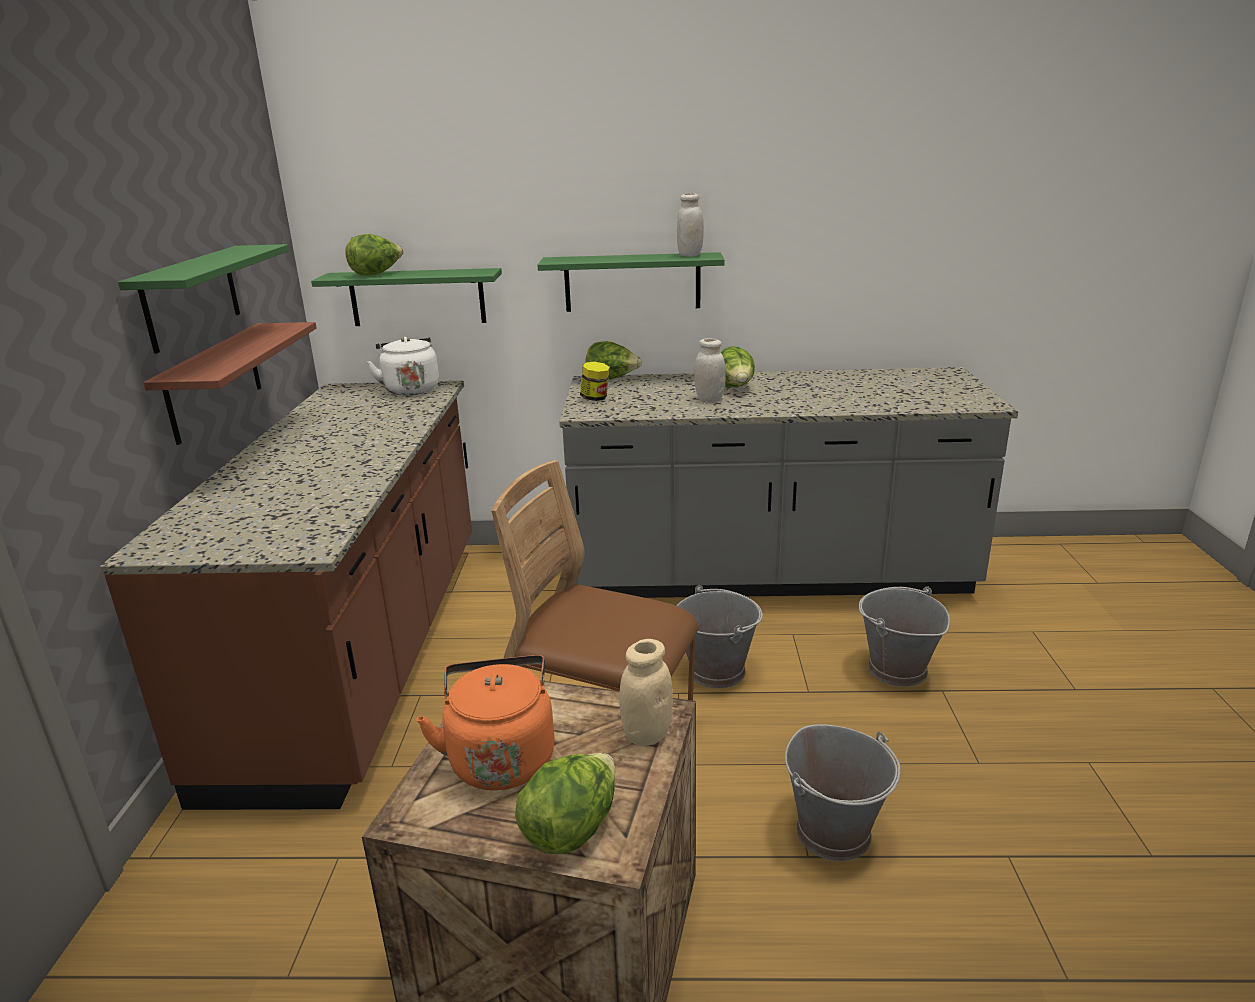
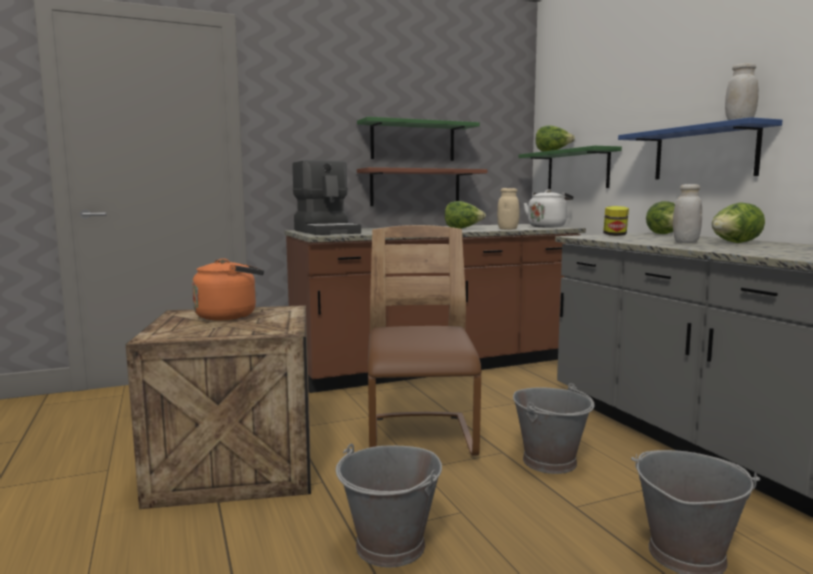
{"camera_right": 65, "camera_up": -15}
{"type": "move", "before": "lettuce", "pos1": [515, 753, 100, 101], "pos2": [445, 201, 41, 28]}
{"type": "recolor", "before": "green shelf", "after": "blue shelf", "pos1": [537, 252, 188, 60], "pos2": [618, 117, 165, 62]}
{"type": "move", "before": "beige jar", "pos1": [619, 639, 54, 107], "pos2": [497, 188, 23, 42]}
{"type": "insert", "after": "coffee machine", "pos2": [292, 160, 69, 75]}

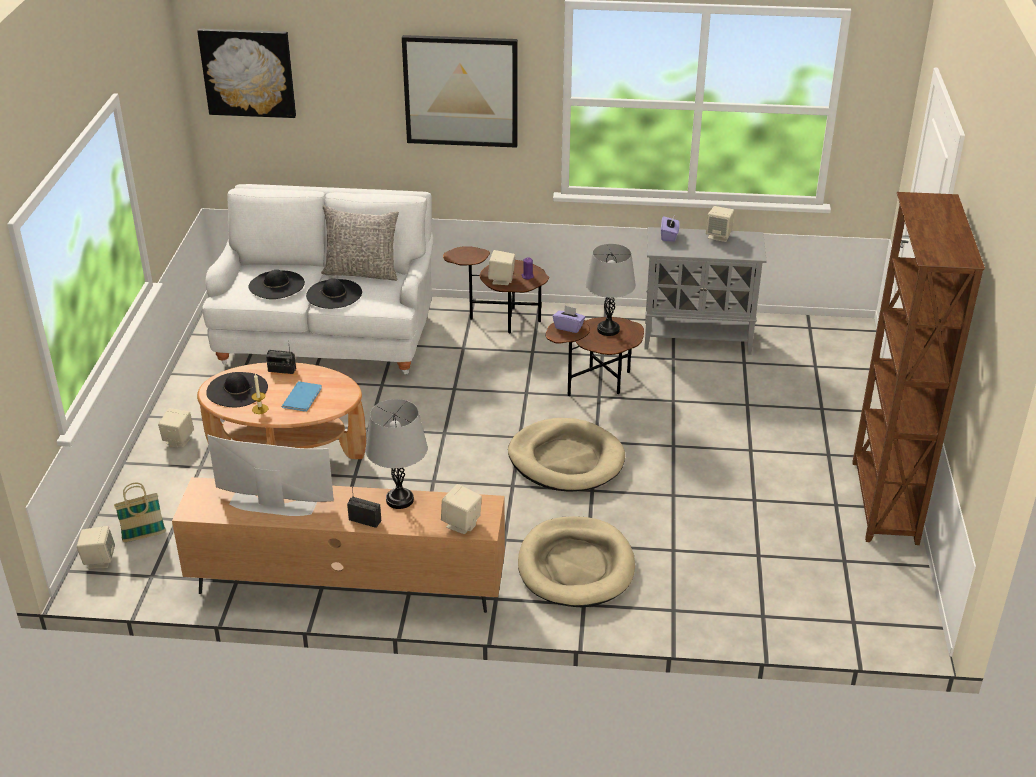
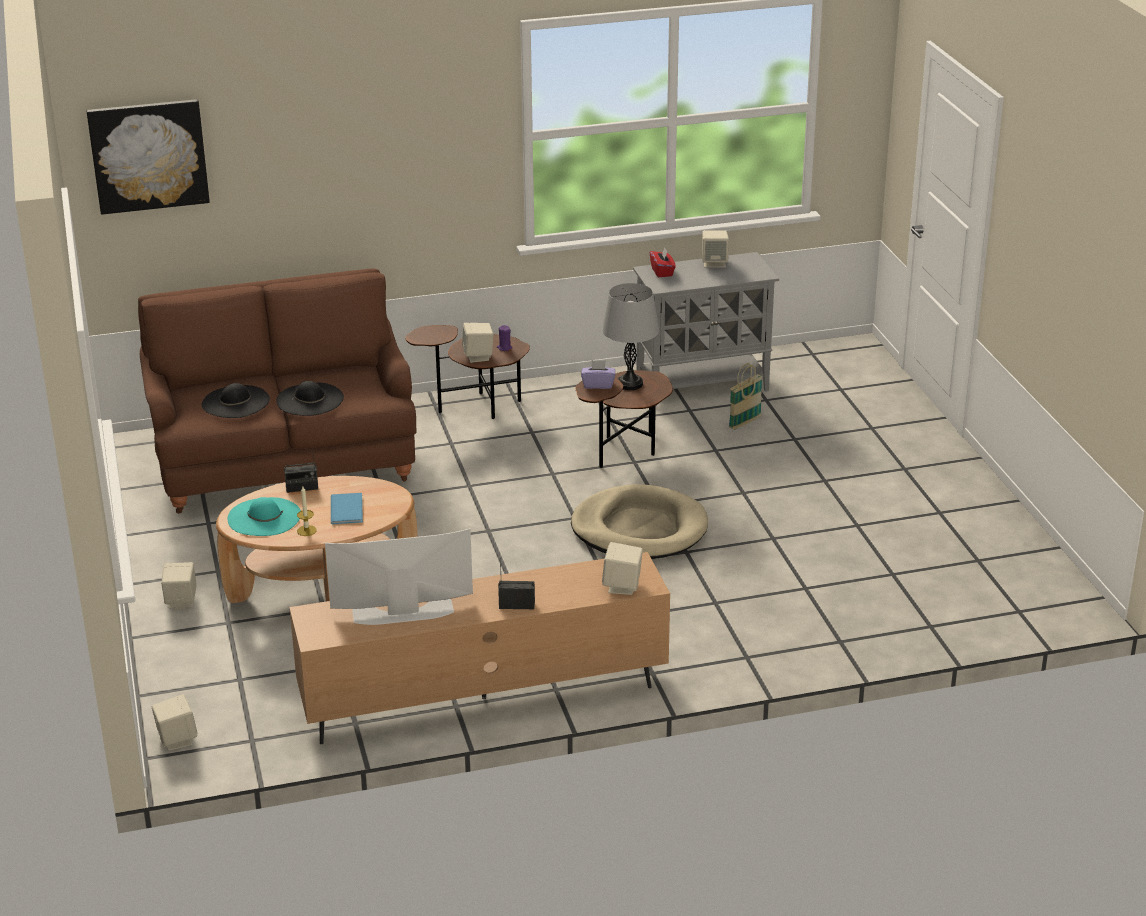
{"camera_right": -20, "camera_up": -5}
{"type": "move", "before": "basket", "pos1": [114, 483, 52, 59], "pos2": [729, 363, 34, 67]}
{"type": "recolor", "before": "white sofa", "after": "brown sofa", "pos1": [202, 184, 232, 190], "pos2": [138, 268, 278, 246]}
{"type": "recolor", "before": "black hat", "after": "turquoise hat", "pos1": [206, 372, 62, 35], "pos2": [228, 497, 73, 39]}
{"type": "delete", "before": "grey pillow", "pos1": [321, 205, 78, 76]}
{"type": "delete", "before": "grey table lamp", "pos1": [365, 399, 63, 110]}
{"type": "delete", "before": "picture", "pos1": [402, 35, 116, 113]}
{"type": "delete", "before": "beige dog bed", "pos1": [518, 516, 117, 91]}
{"type": "recolor", "before": "purple tissue box", "after": "red tissue box", "pos1": [661, 216, 19, 26], "pos2": [650, 248, 26, 30]}
{"type": "delete", "before": "brown bookcase", "pos1": [852, 192, 133, 353]}

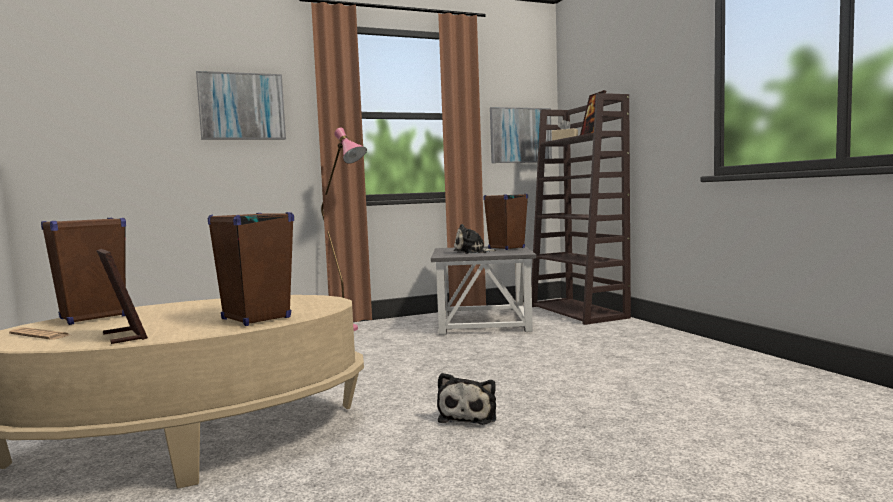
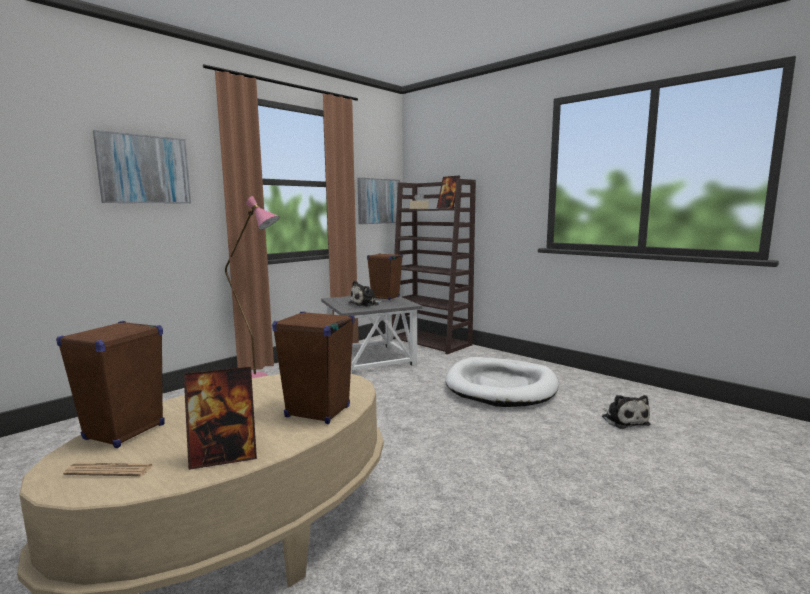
{"camera_right": -25, "camera_up": 5}
{"type": "rotate", "before": "picture frame", "pos1": [96, 249, 52, 95], "pos2": [184, 367, 73, 103], "turn": 135}
{"type": "move", "before": "plush toy", "pos1": [437, 373, 59, 52], "pos2": [602, 395, 49, 34]}
{"type": "insert", "after": "white dog bed", "pos2": [445, 357, 114, 50]}

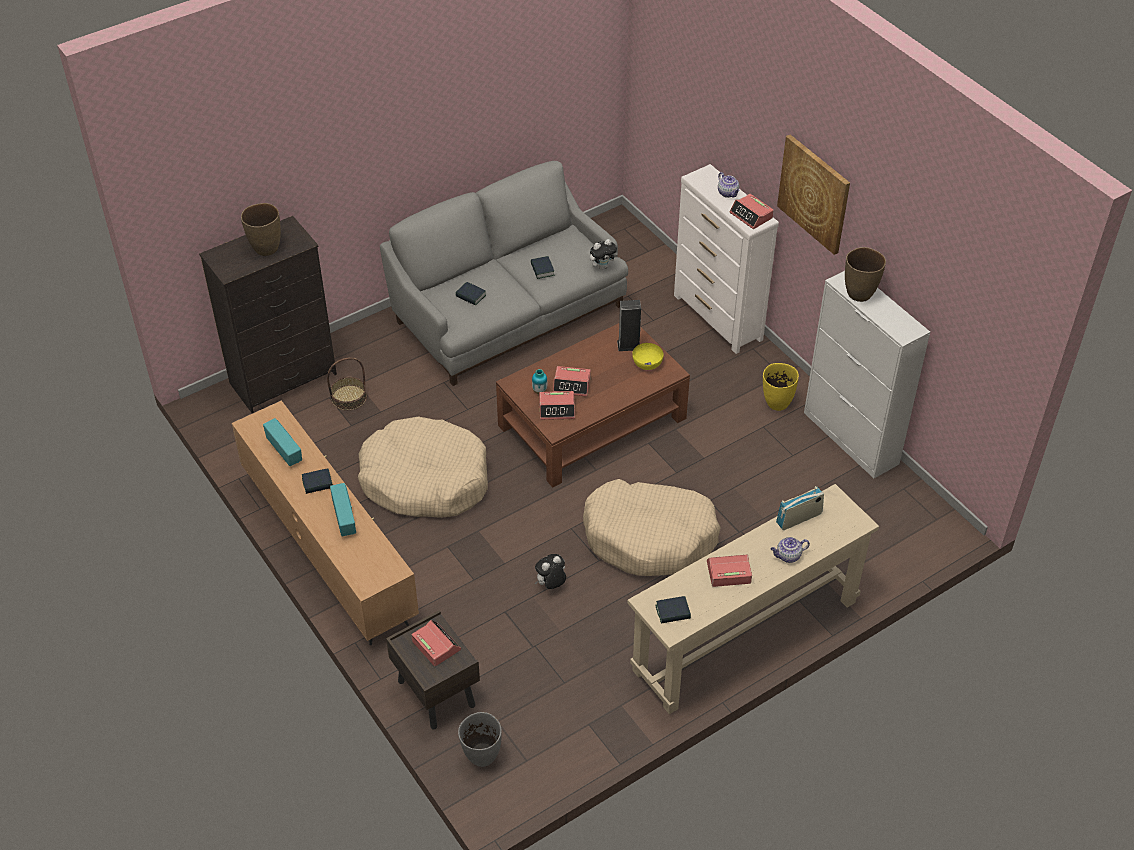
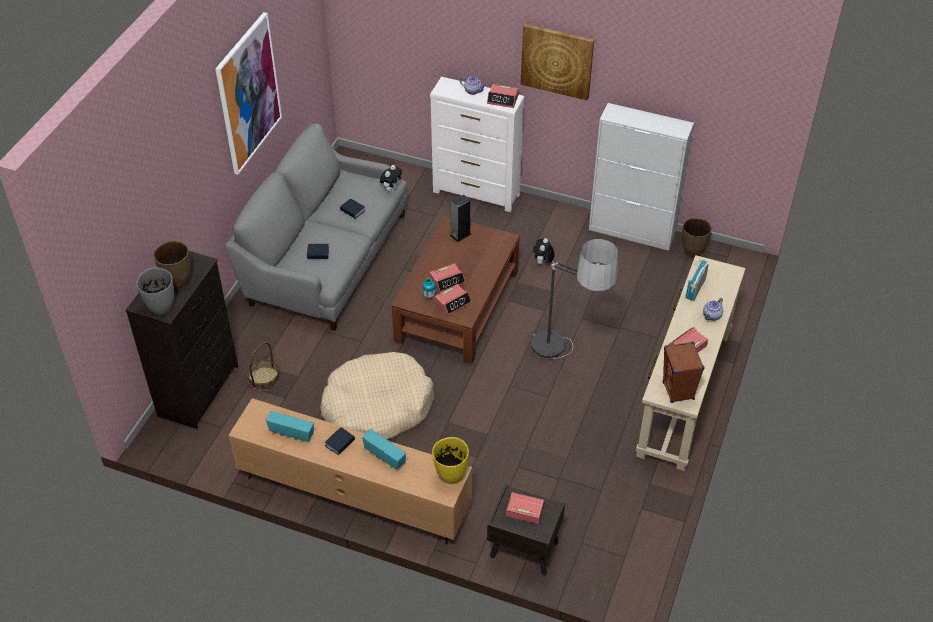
{"camera_right": -35, "camera_up": 0}
{"type": "move", "before": "grey vase", "pos1": [458, 712, 44, 55], "pos2": [136, 267, 38, 48]}
{"type": "move", "before": "plush toy", "pos1": [535, 554, 31, 35], "pos2": [533, 238, 22, 27]}
{"type": "replace", "before": "beige dog bed", "after": "floor lamp", "pos1": [583, 479, 138, 97], "pos2": [531, 239, 87, 120]}
{"type": "delete", "before": "yellow bowl", "pos1": [632, 343, 32, 27]}
{"type": "replace", "before": "book", "after": "brown speaker", "pos1": [655, 596, 36, 27], "pos2": [663, 341, 42, 62]}
{"type": "move", "before": "yellow vase", "pos1": [763, 363, 36, 48], "pos2": [432, 437, 37, 47]}
{"type": "move", "before": "brown vase", "pos1": [845, 247, 41, 55], "pos2": [682, 218, 29, 39]}
{"type": "insert", "after": "picture", "pos2": [215, 12, 67, 163]}

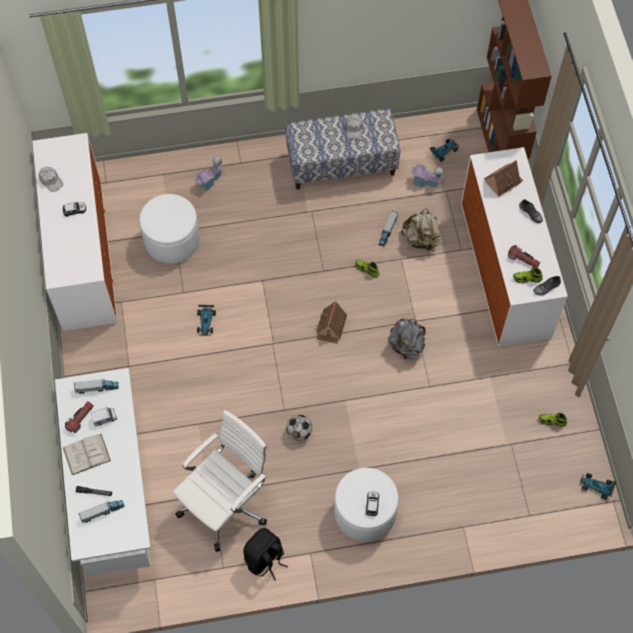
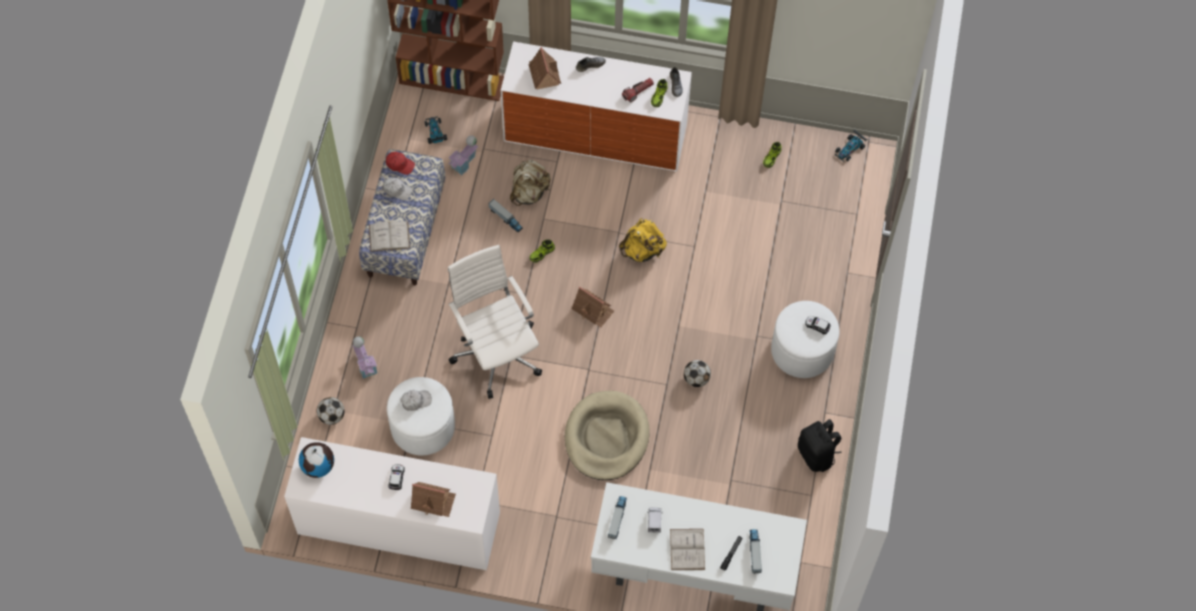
{"camera_right": -70, "camera_up": 0}
{"type": "move", "before": "white cap", "pos1": [39, 167, 24, 25], "pos2": [400, 390, 32, 21]}
{"type": "delete", "before": "flashlight", "pos1": [65, 402, 29, 31]}
{"type": "move", "before": "white office chair", "pos1": [173, 410, 94, 142], "pos2": [448, 245, 94, 154]}
{"type": "delete", "before": "toy car", "pos1": [197, 305, 19, 31]}
{"type": "recolor", "before": "grey backpack", "after": "yellow backpack", "pos1": [388, 319, 38, 40], "pos2": [619, 218, 48, 44]}
{"type": "insert", "after": "globe", "pos2": [299, 442, 35, 36]}
{"type": "insert", "after": "football", "pos2": [317, 397, 28, 28]}
{"type": "insert", "after": "white book", "pos2": [369, 221, 41, 31]}
{"type": "insert", "after": "red cap", "pos2": [386, 152, 29, 23]}
{"type": "insert", "after": "toy house", "pos2": [411, 482, 45, 35]}
{"type": "insert", "after": "beige dog bed", "pos2": [565, 391, 85, 89]}

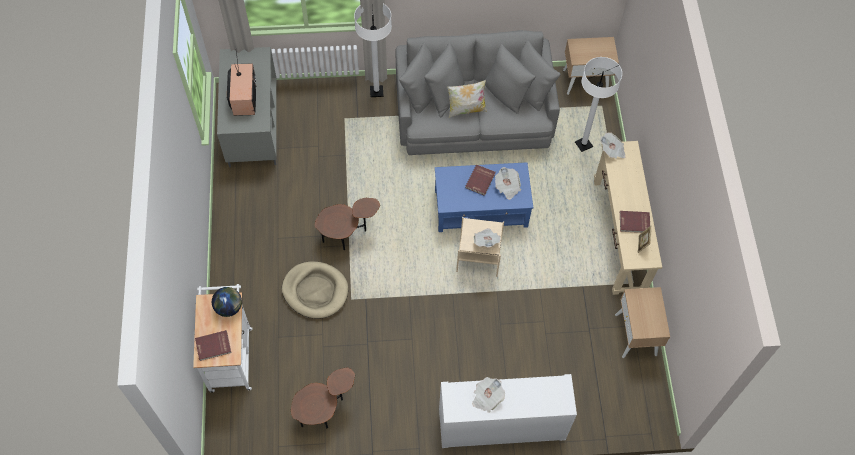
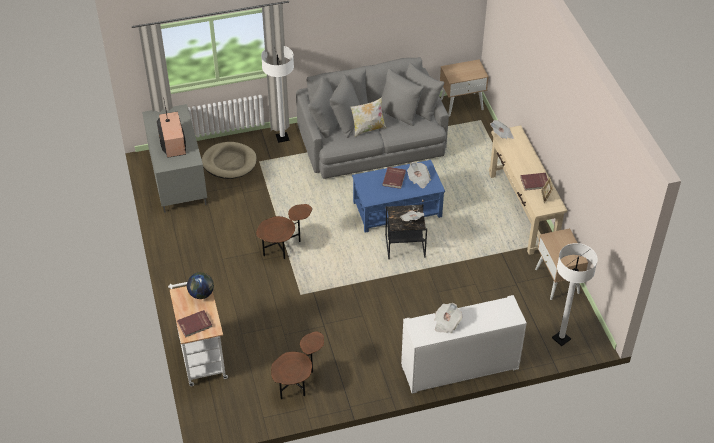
{"camera_right": -10, "camera_up": -15}
{"type": "move", "before": "beige dog bed", "pos1": [282, 261, 66, 58], "pos2": [202, 142, 55, 37]}
{"type": "recolor", "before": "beige side table", "after": "black side table", "pos1": [456, 217, 48, 60], "pos2": [385, 204, 42, 55]}
{"type": "move", "before": "white floor lamp", "pos1": [575, 57, 47, 95], "pos2": [552, 243, 46, 103]}

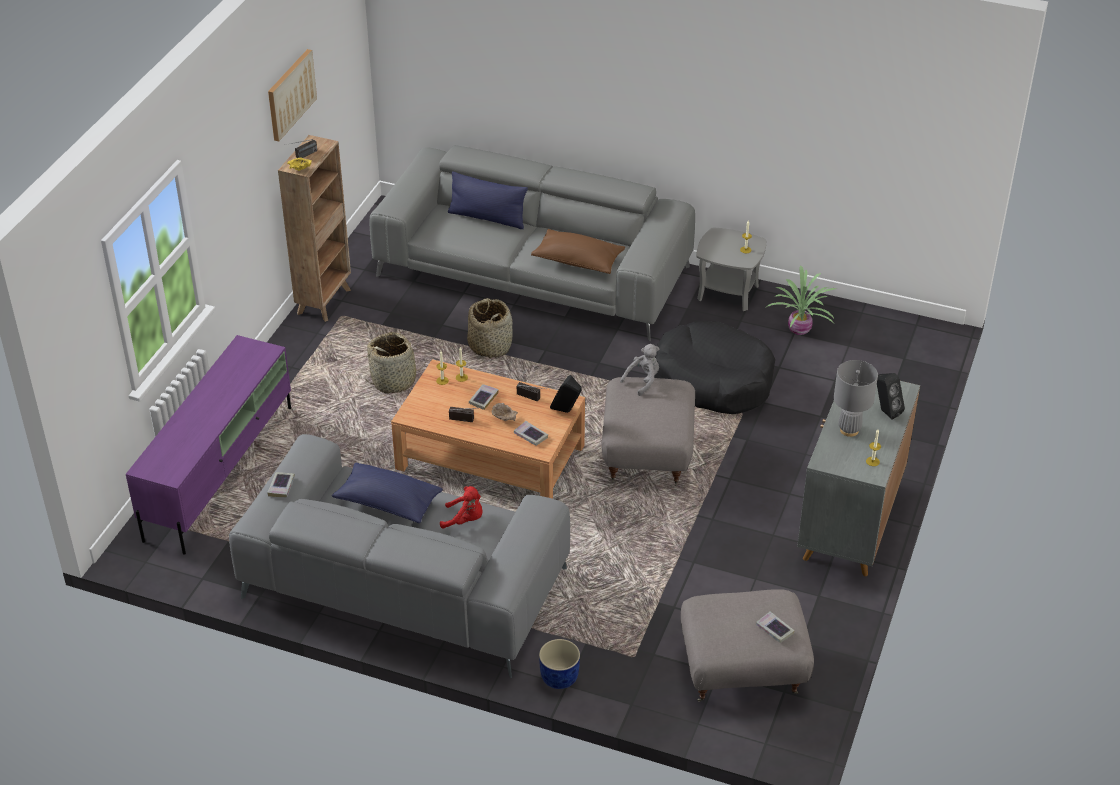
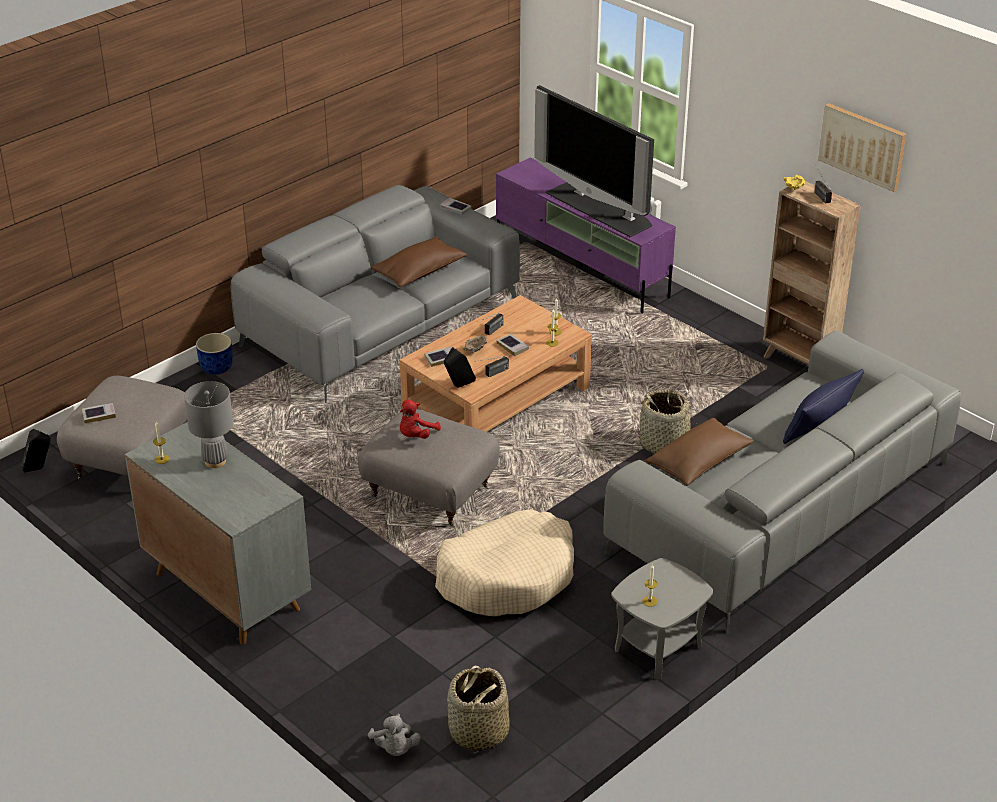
{"camera_right": 115, "camera_up": -5}
{"type": "recolor", "before": "blue pillow", "after": "brown pillow", "pos1": [332, 463, 111, 60], "pos2": [371, 237, 96, 50]}
{"type": "move", "before": "basket", "pos1": [365, 332, 61, 61], "pos2": [447, 665, 63, 88]}
{"type": "move", "before": "red plush toy", "pos1": [440, 486, 43, 43], "pos2": [400, 400, 41, 39]}
{"type": "move", "before": "grey plush toy", "pos1": [620, 344, 39, 52], "pos2": [368, 714, 53, 42]}
{"type": "recolor", "before": "black dog bed", "after": "beige dog bed", "pos1": [654, 321, 121, 93], "pos2": [435, 509, 139, 107]}
{"type": "delete", "before": "potted plant", "pos1": [765, 266, 72, 69]}
{"type": "move", "before": "black speaker", "pos1": [877, 373, 28, 47], "pos2": [21, 429, 29, 44]}
{"type": "insert", "after": "television", "pos2": [534, 85, 120, 152]}

